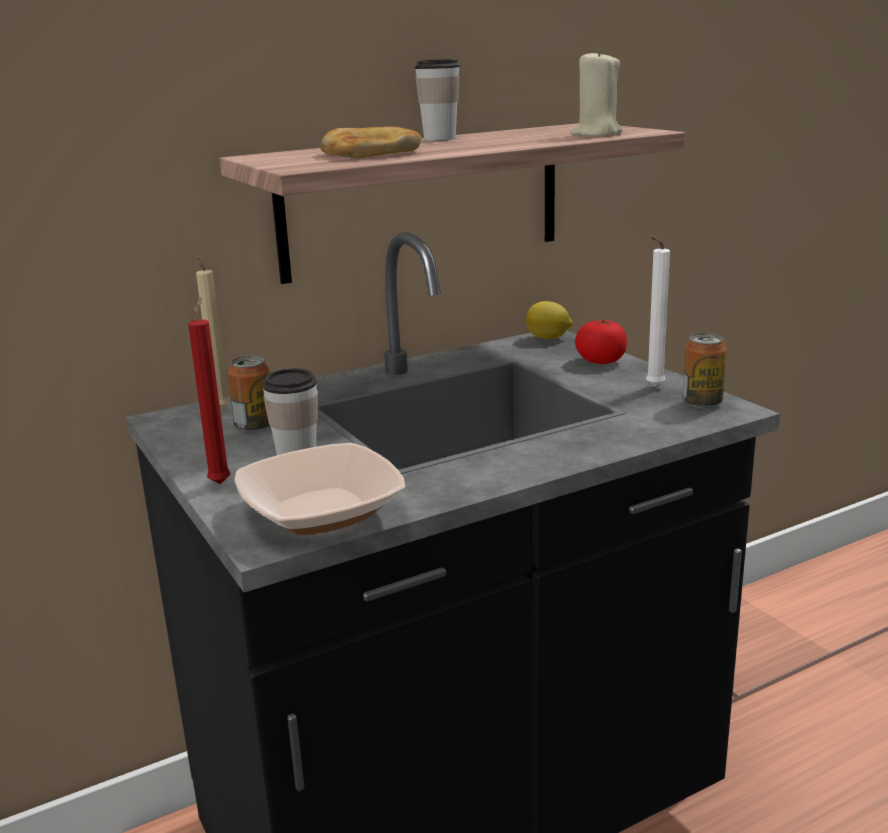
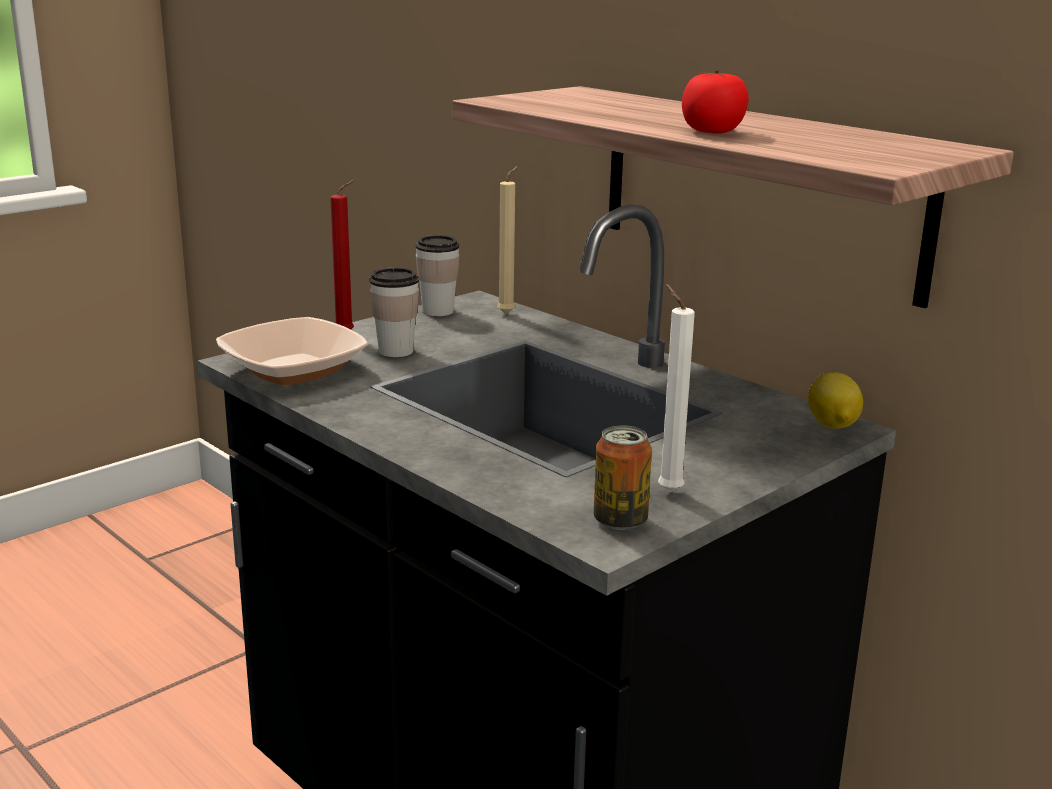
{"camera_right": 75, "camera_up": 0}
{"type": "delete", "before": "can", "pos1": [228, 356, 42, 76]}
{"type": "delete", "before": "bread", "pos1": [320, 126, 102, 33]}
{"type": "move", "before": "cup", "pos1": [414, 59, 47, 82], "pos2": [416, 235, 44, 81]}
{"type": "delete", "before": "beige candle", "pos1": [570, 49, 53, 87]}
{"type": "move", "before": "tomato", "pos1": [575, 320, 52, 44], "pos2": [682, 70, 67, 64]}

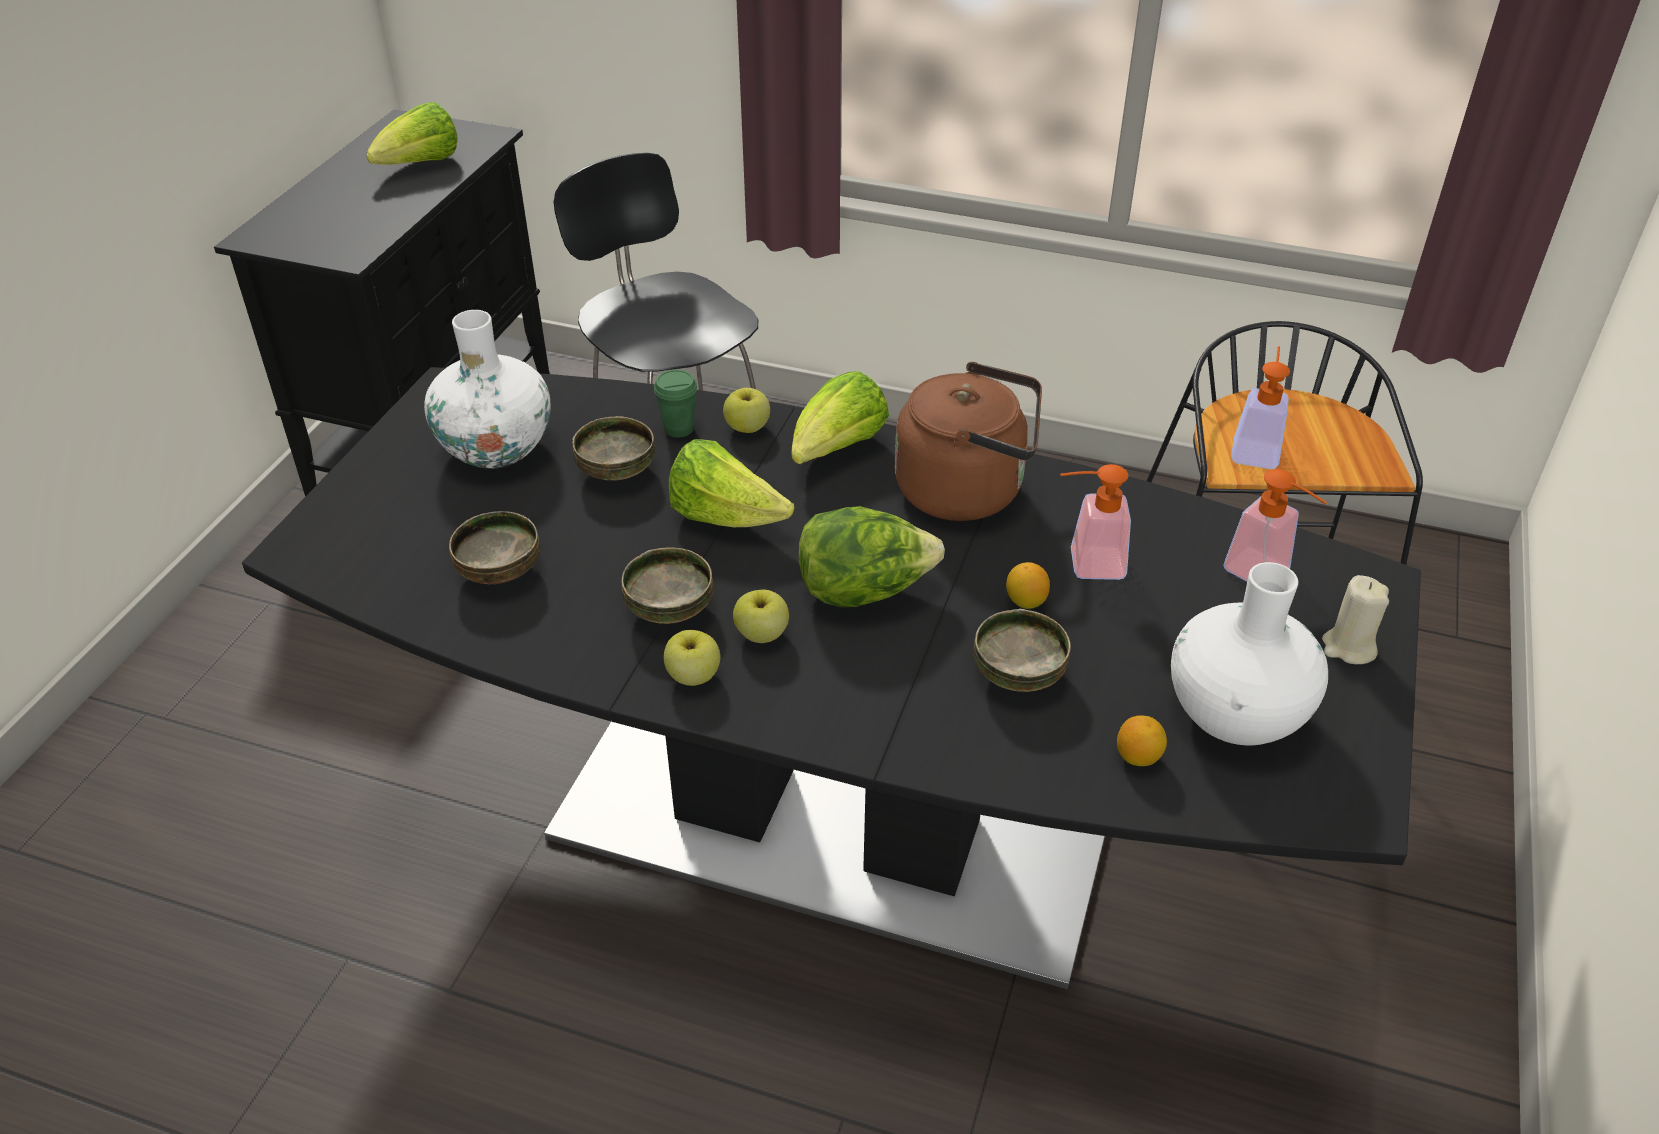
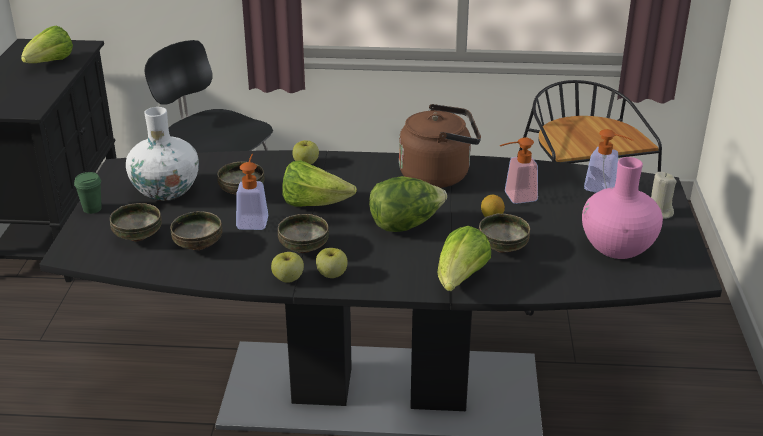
{"camera_right": -15, "camera_up": -10}
{"type": "move", "before": "green cup", "pos1": [654, 370, 43, 68], "pos2": [74, 172, 27, 42]}
{"type": "move", "before": "apple", "pos1": [733, 590, 56, 53], "pos2": [271, 252, 33, 31]}
{"type": "move", "before": "lettuce", "pos1": [792, 371, 97, 93], "pos2": [438, 226, 53, 65]}
{"type": "delete", "before": "lemon", "pos1": [1117, 715, 50, 51]}
{"type": "recolor", "before": "white vase", "after": "pink vase", "pos1": [1171, 562, 157, 183], "pos2": [582, 157, 81, 102]}
{"type": "move", "before": "soap dispenser", "pos1": [1231, 346, 59, 123], "pos2": [236, 154, 32, 76]}
{"type": "insert", "after": "bowl", "pos2": [110, 203, 52, 38]}

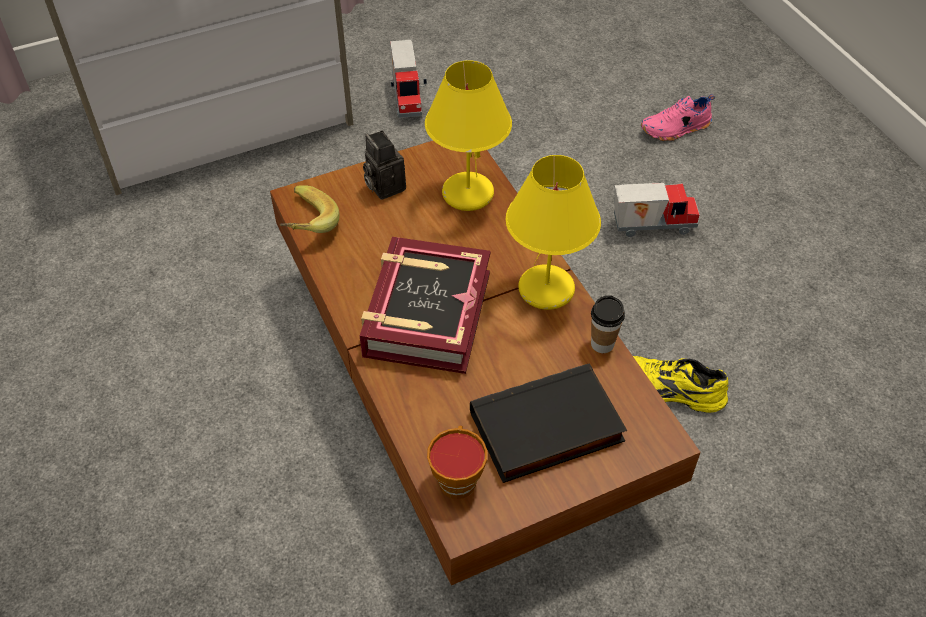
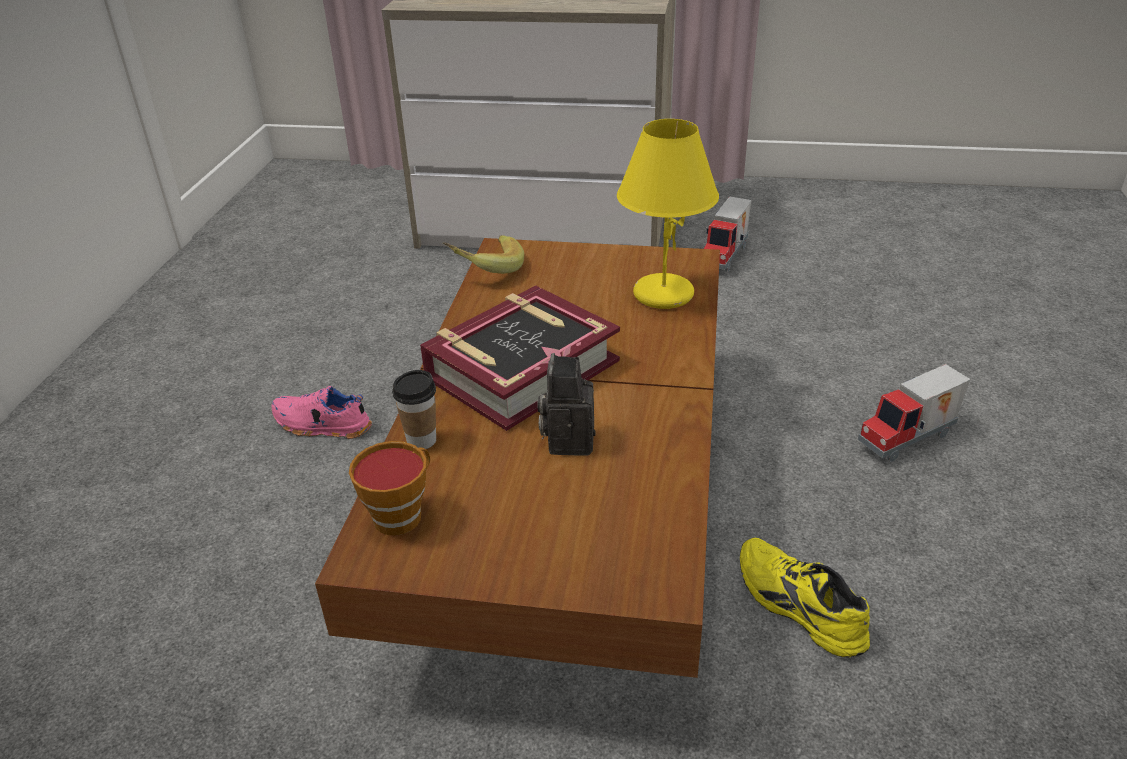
{"camera_right": 35, "camera_up": -15}
{"type": "move", "before": "photo camera", "pos1": [363, 130, 43, 70], "pos2": [538, 353, 57, 103]}
{"type": "delete", "before": "black book", "pos1": [470, 363, 157, 120]}
{"type": "delete", "before": "yellow table lamp", "pos1": [506, 155, 95, 155]}
{"type": "move", "before": "cup", "pos1": [591, 296, 34, 57], "pos2": [392, 370, 44, 79]}
{"type": "rotate", "before": "toy truck", "pos1": [614, 183, 86, 54], "pos2": [858, 364, 112, 98], "turn": 120}
{"type": "move", "before": "pink shoe", "pos1": [641, 94, 74, 47], "pos2": [271, 386, 101, 53]}

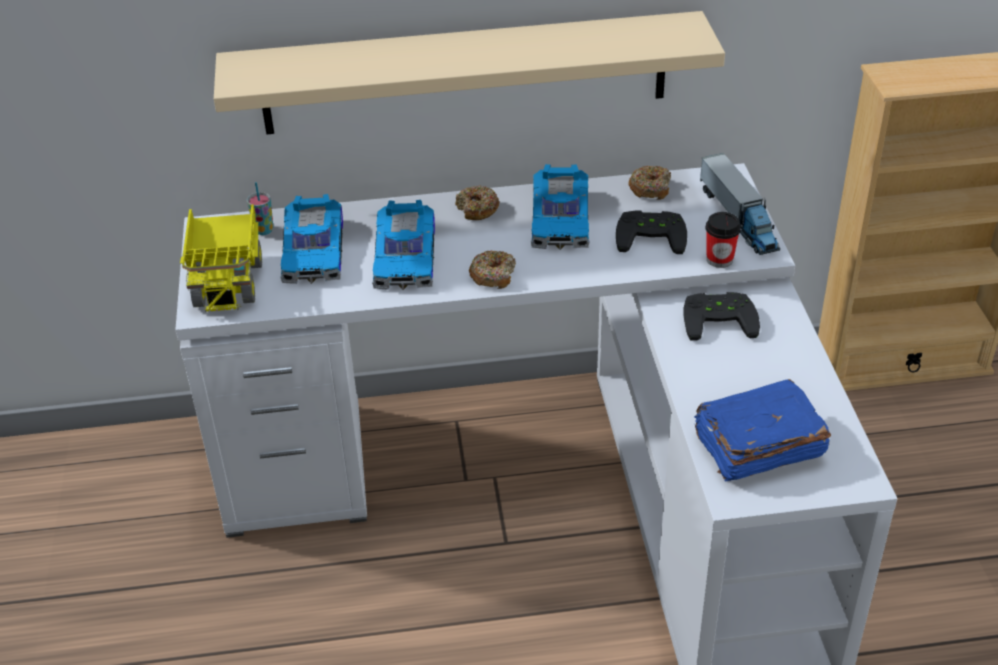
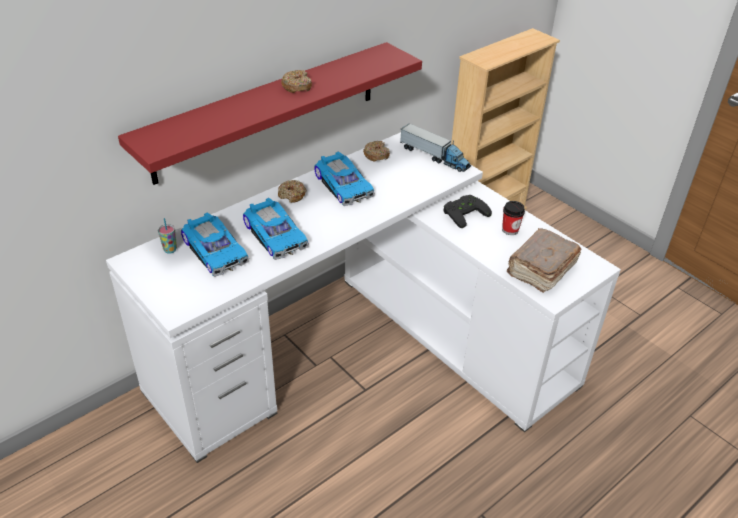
{"camera_right": -35, "camera_up": 0}
{"type": "delete", "before": "toy truck", "pos1": [180, 204, 82, 108]}
{"type": "recolor", "before": "beige shelf", "after": "red shelf", "pos1": [214, 11, 511, 124], "pos2": [118, 42, 304, 143]}
{"type": "move", "before": "donut", "pos1": [469, 251, 47, 38], "pos2": [281, 70, 31, 23]}
{"type": "delete", "before": "black game controller", "pos1": [616, 210, 71, 44]}
{"type": "recolor", "before": "blue book", "after": "brown book", "pos1": [694, 379, 137, 102], "pos2": [507, 228, 74, 65]}
{"type": "move", "before": "cup", "pos1": [706, 212, 35, 56], "pos2": [502, 201, 23, 34]}

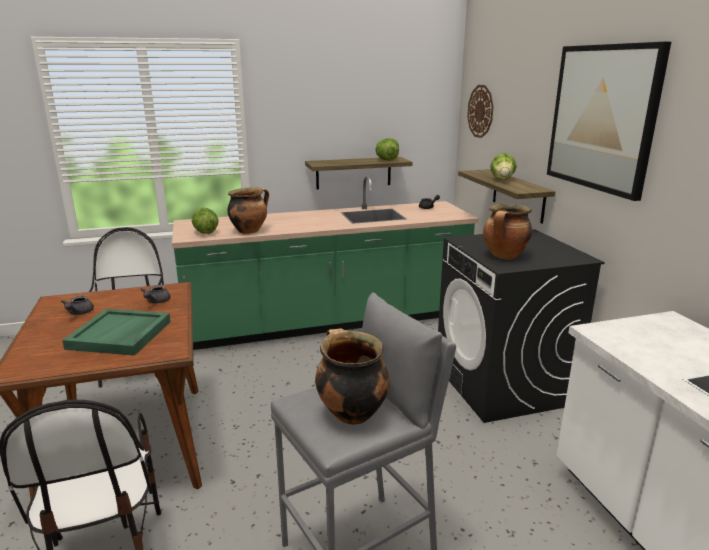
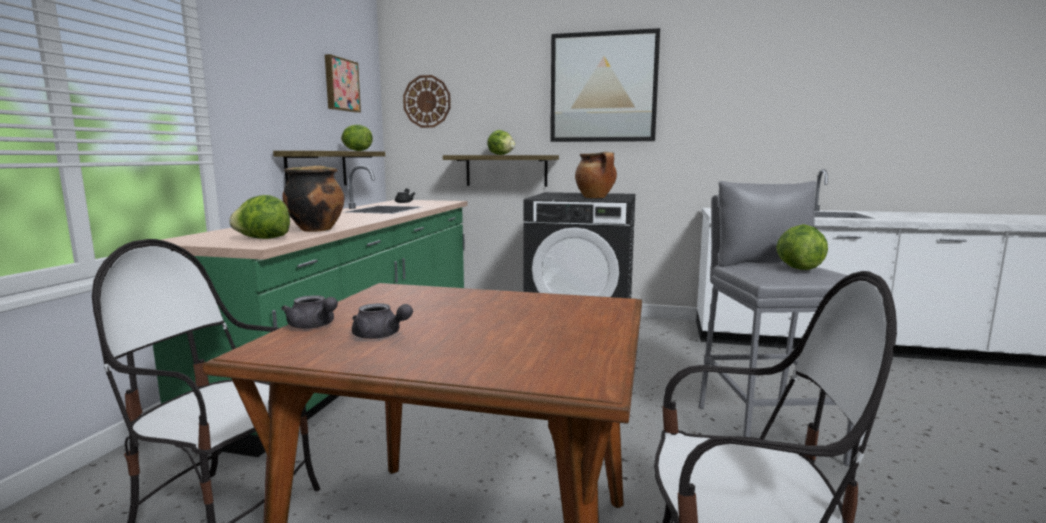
{"camera_right": -60, "camera_up": -10}
{"type": "delete", "before": "green tray", "pos1": [62, 309, 109, 47]}
{"type": "move", "before": "grey teapot", "pos1": [141, 285, 29, 18], "pos2": [281, 295, 57, 34]}
{"type": "replace", "before": "cooking pot", "after": "lettuce", "pos1": [315, 328, 75, 97], "pos2": [776, 224, 52, 46]}
{"type": "insert", "after": "picture", "pos2": [325, 54, 36, 59]}

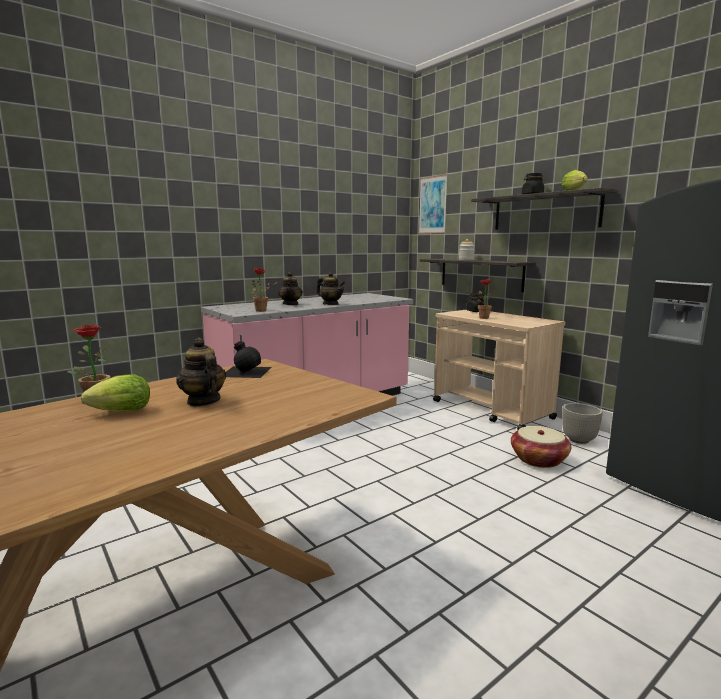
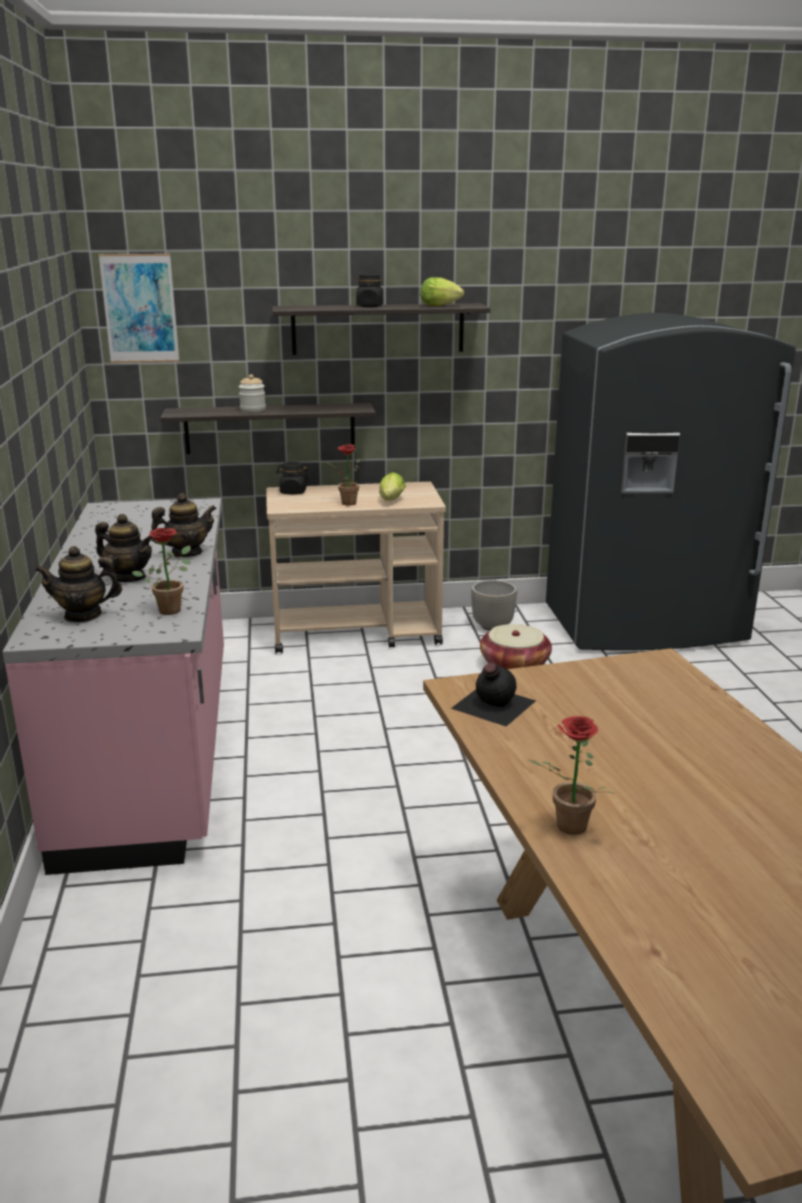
{"camera_right": -60, "camera_up": 10}
{"type": "move", "before": "lettuce", "pos1": [81, 374, 69, 38], "pos2": [379, 472, 27, 29]}
{"type": "move", "before": "teapot", "pos1": [176, 337, 50, 69], "pos2": [35, 546, 87, 77]}

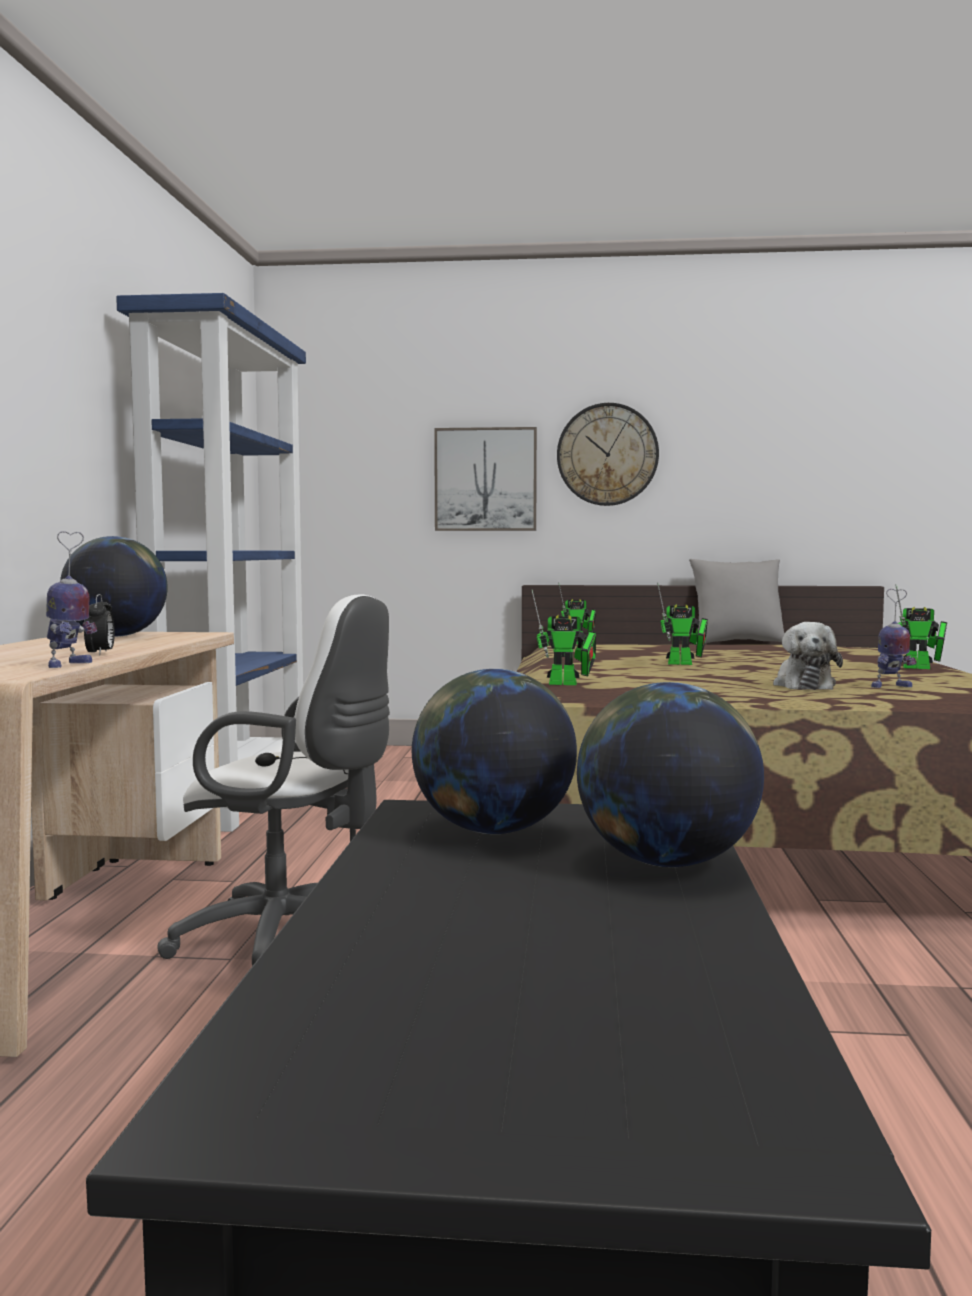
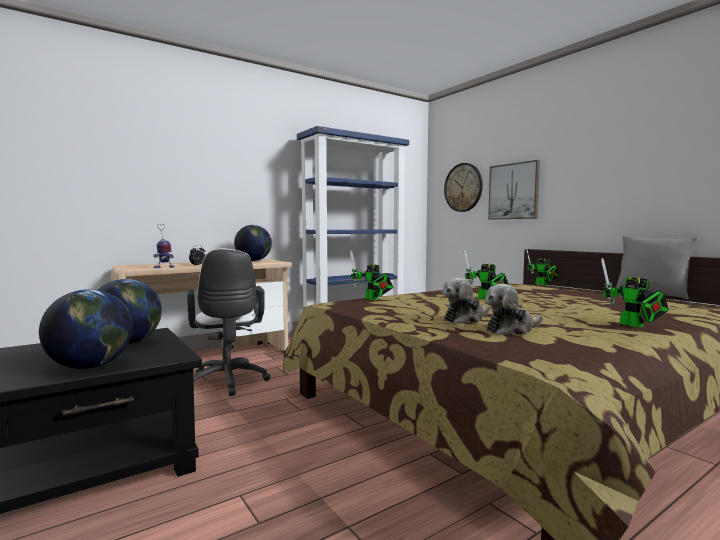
{"camera_right": 50, "camera_up": 0}
{"type": "move", "before": "wall clock", "pos1": [557, 403, 102, 103], "pos2": [444, 163, 39, 49]}
{"type": "replace", "before": "toy robot", "after": "plush toy", "pos1": [871, 589, 45, 99], "pos2": [485, 284, 58, 51]}

